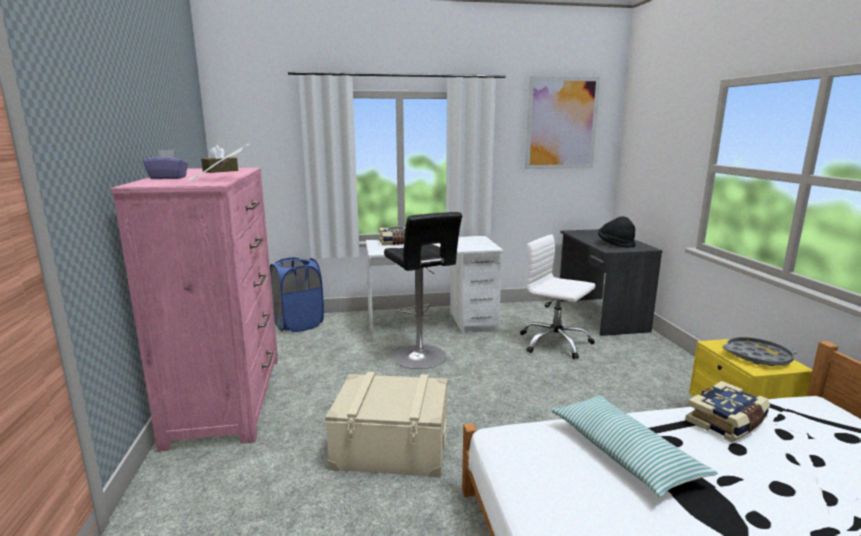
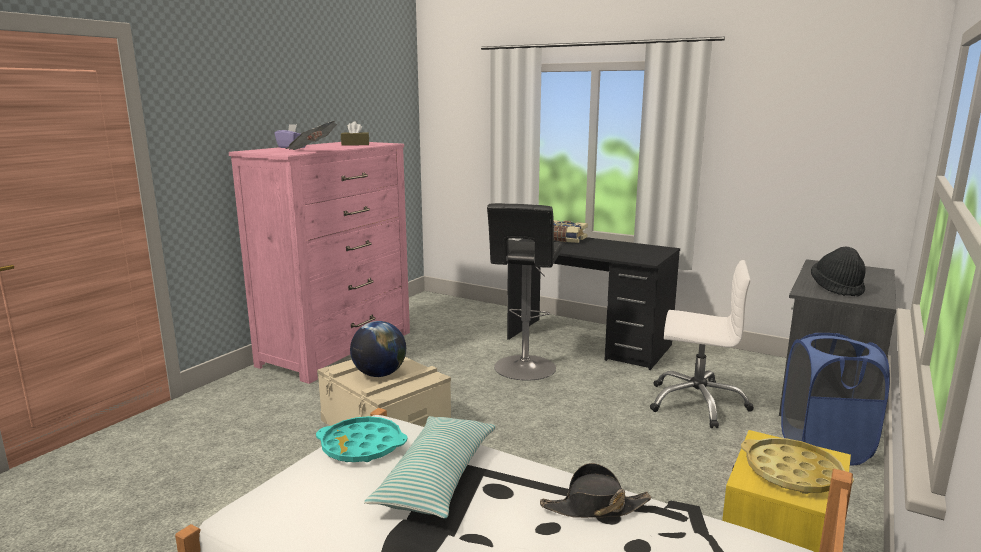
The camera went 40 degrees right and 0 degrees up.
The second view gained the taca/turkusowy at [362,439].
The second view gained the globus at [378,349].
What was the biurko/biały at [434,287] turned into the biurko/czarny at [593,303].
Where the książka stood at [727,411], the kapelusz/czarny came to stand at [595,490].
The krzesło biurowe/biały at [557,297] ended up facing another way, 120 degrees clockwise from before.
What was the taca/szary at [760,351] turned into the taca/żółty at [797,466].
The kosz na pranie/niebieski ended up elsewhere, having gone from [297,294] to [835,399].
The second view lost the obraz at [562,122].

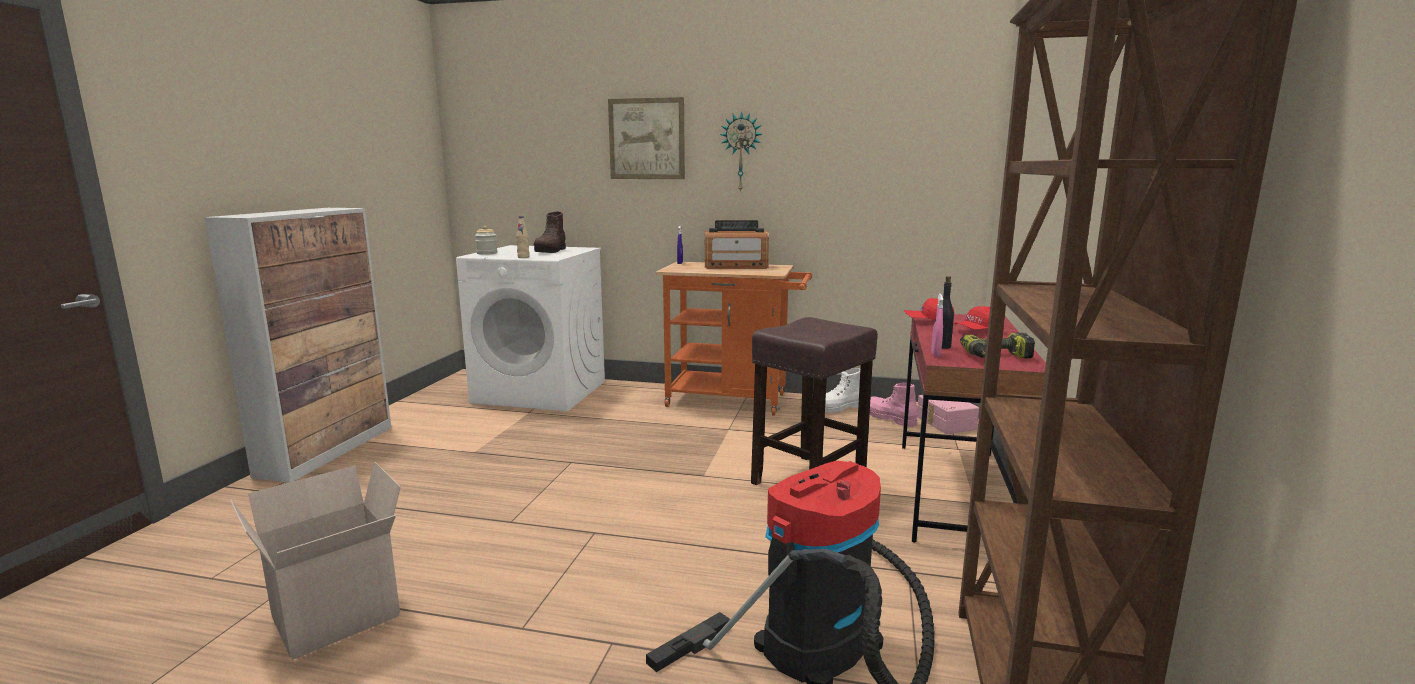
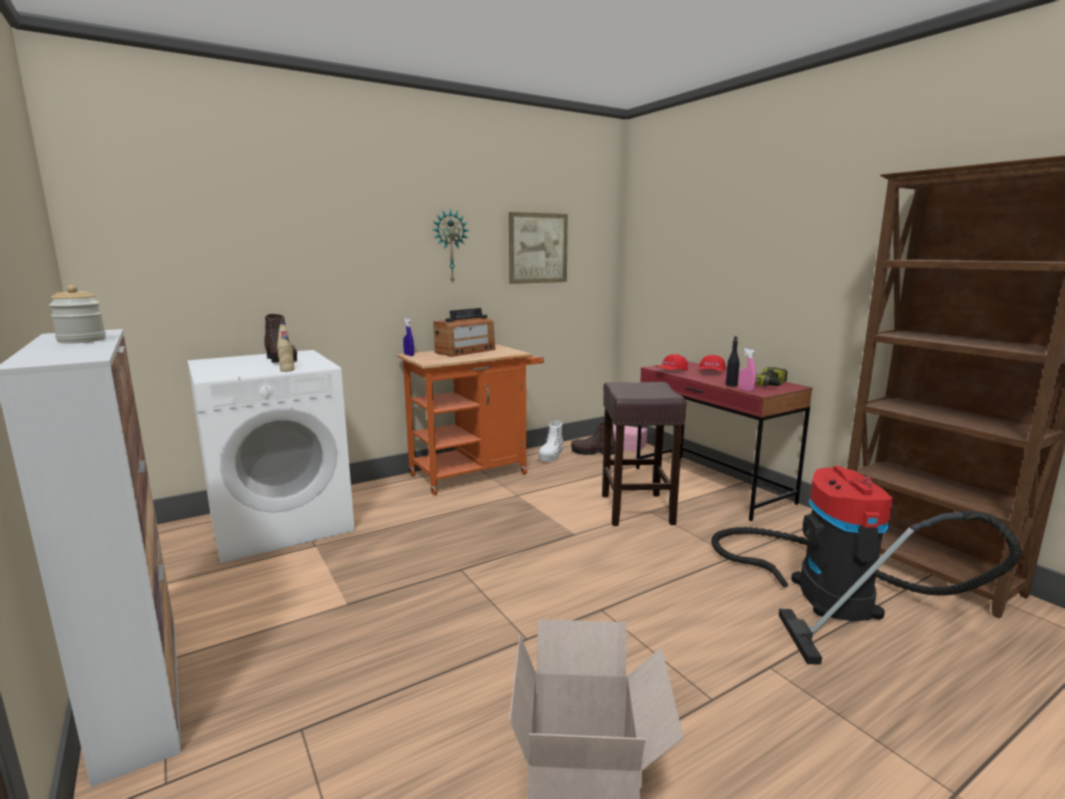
The camera went 45 degrees left and 0 degrees up.
The słoik ended up elsewhere, having gone from [486,240] to [77,314].
The obraz ended up elsewhere, having gone from [646,138] to [538,248].
What was the but z cholewką/różowy at [894,404] turned into the but z cholewką/brązowy at [593,439].

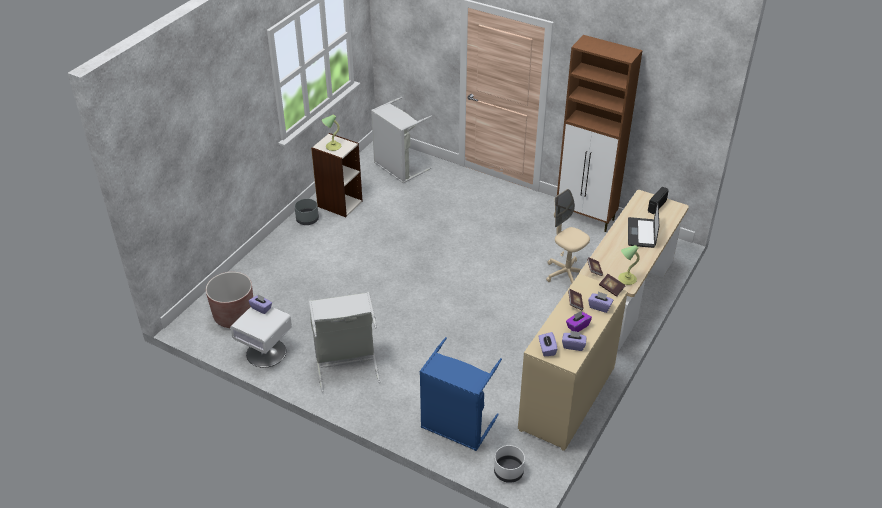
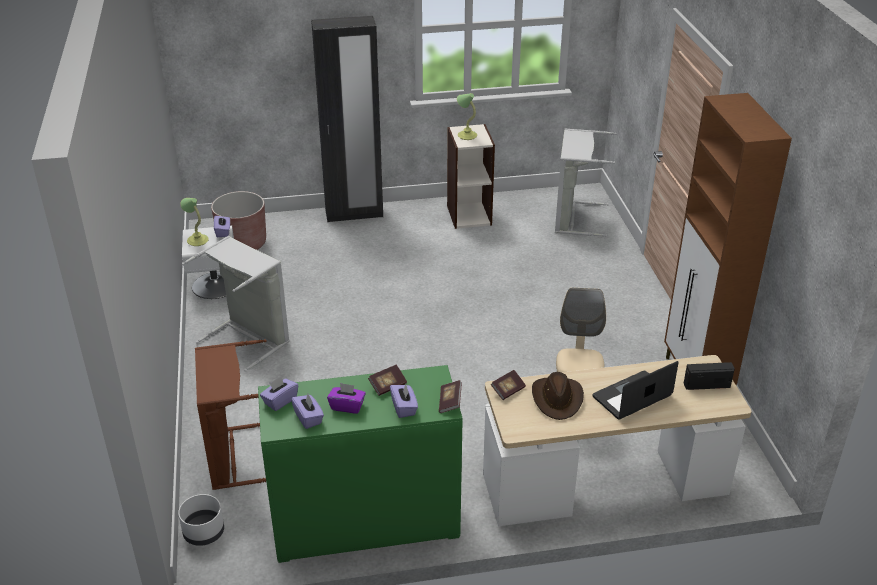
The camera went 50 degrees right and 5 degrees down.
The lampa stołowa ended up elsewhere, having gone from [629,265] to [194,222].
What was the kosz na pranie/niebieski at [461,394] turned into the kosz na pranie/brązowy at [231,414].
What was the komoda/beżowy at [573,362] turned into the komoda/zielony at [360,464].
The second view gained the szafa/czarny at [347,119].
The second view gained the kapelusz/brązowy at [558,396].
The second view lost the donica/szary at [306,212].

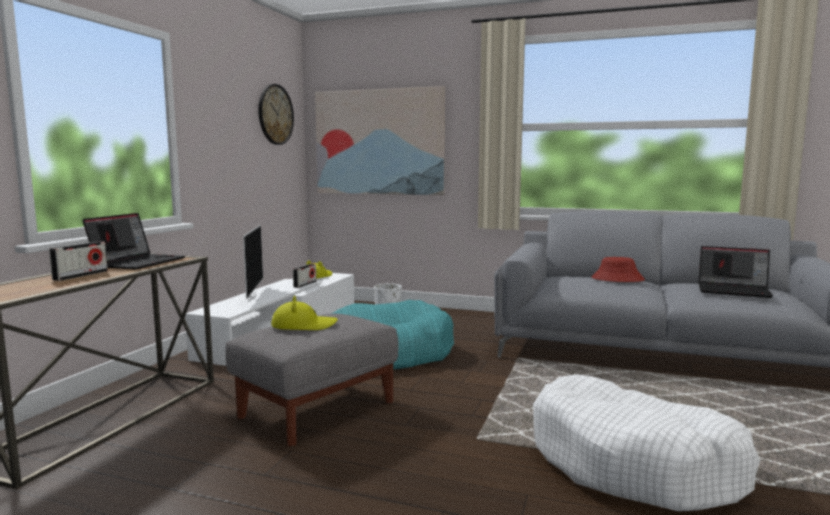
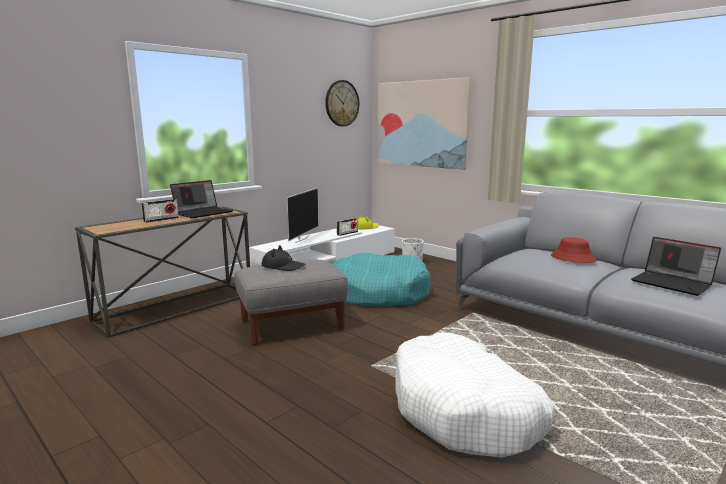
The camera went 25 degrees right and 5 degrees up.
What was the kapelusz/żółty at [304,313] turned into the kapelusz/czarny at [283,258].

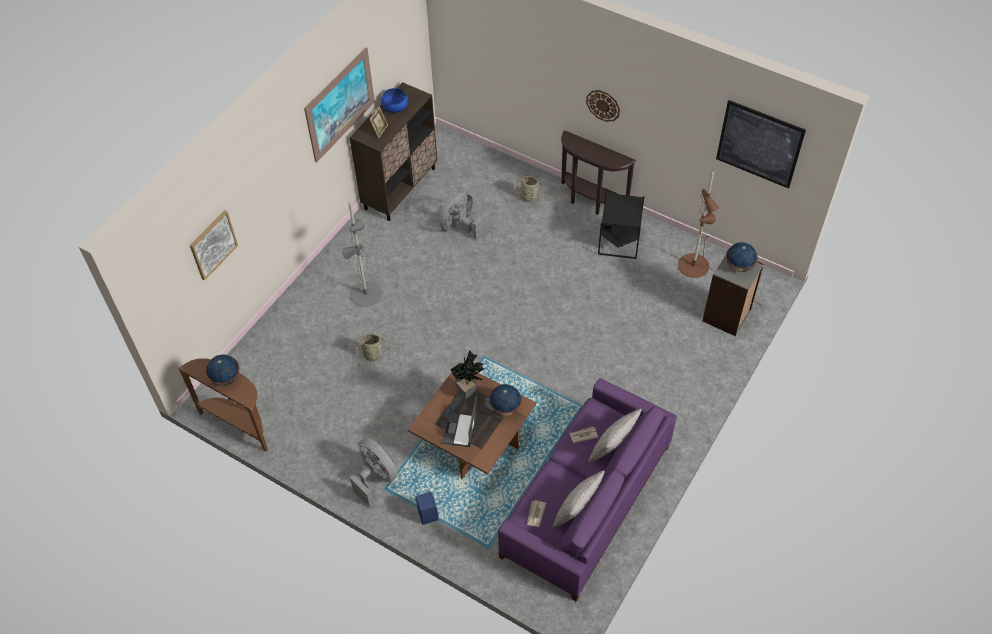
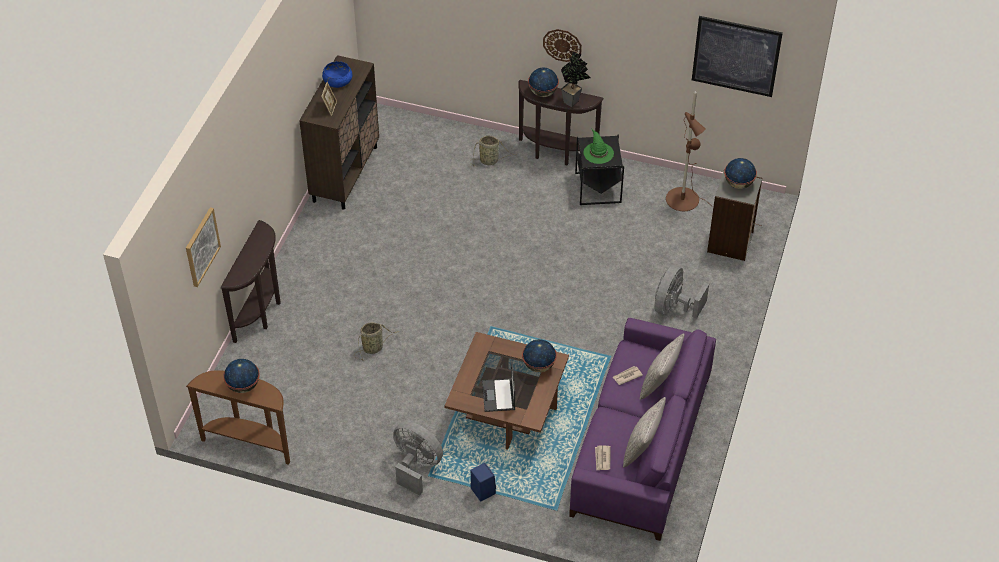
The camera went 15 degrees left and 5 degrees down.
The second view gained the stolik konsolowy/brązowy at [251,281].
The second view gained the globus at [543,82].
The roślina doniczkowa ended up elsewhere, having gone from [467,375] to [576,79].
The second view gained the kapelusz/zielony at [598,146].
The wentylator/szary ended up elsewhere, having gone from [464,215] to [681,292].
The second view lost the obraz at [339,105].
The second view lost the lampa stojąca/szary at [362,254].

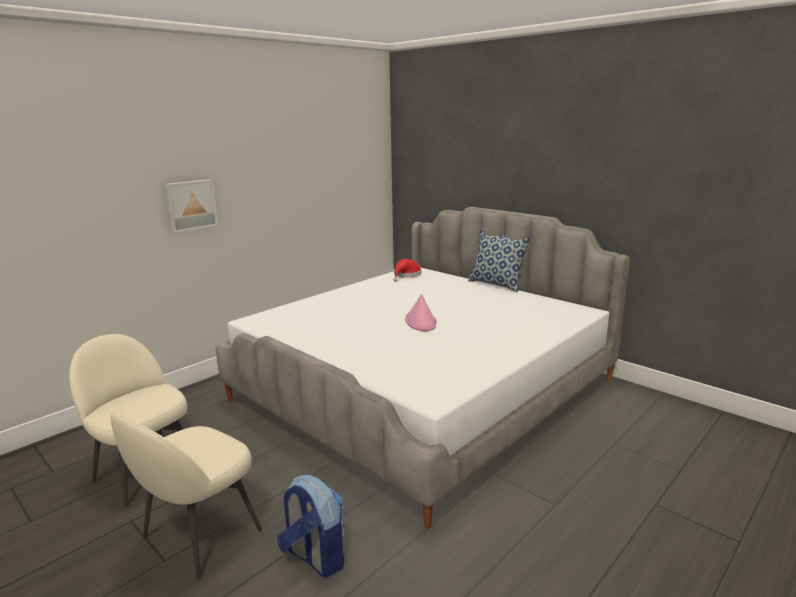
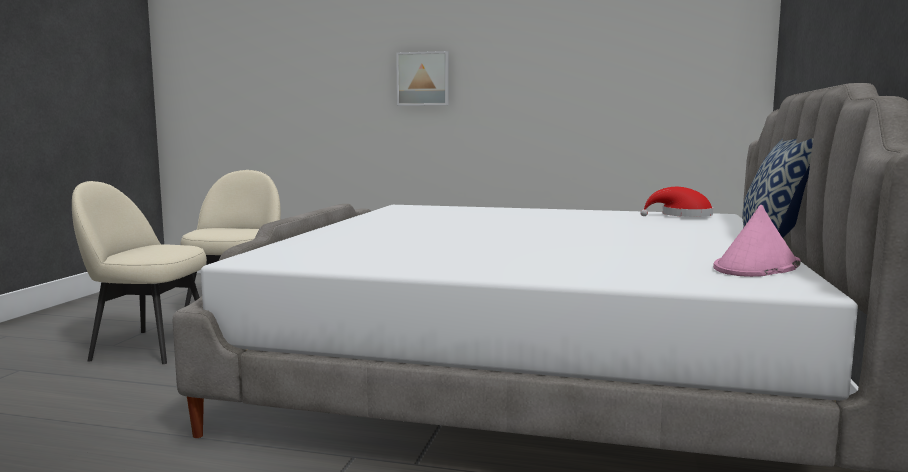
The camera went 60 degrees right and 10 degrees down.
The kapelusz/różowy ended up elsewhere, having gone from [421,312] to [757,241].
The second view lost the plecak at [310,526].

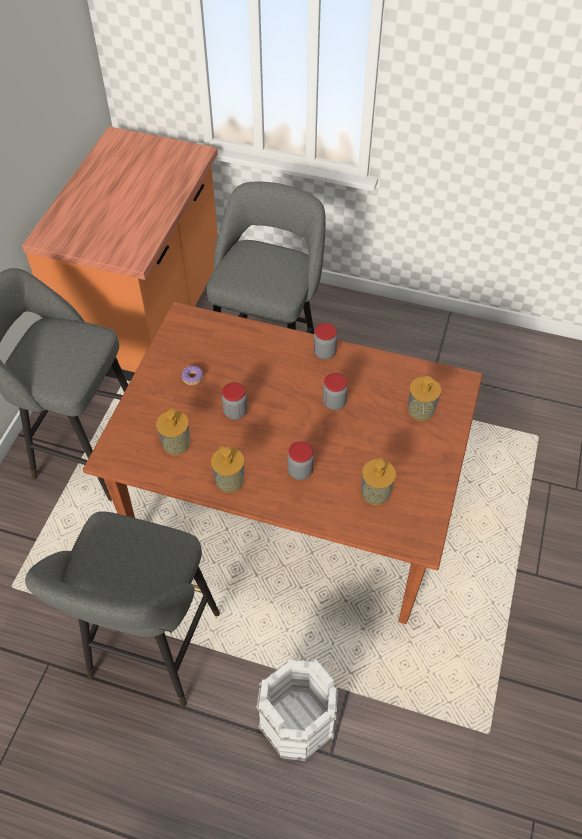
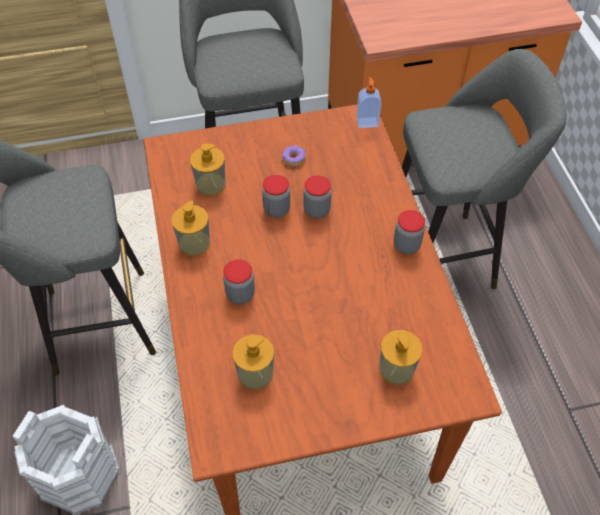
The camera went 60 degrees right and 0 degrees up.
The słoik ended up elsewhere, having gone from [335,391] to [318,196].
The second view gained the dozownik mydła at [369,102].

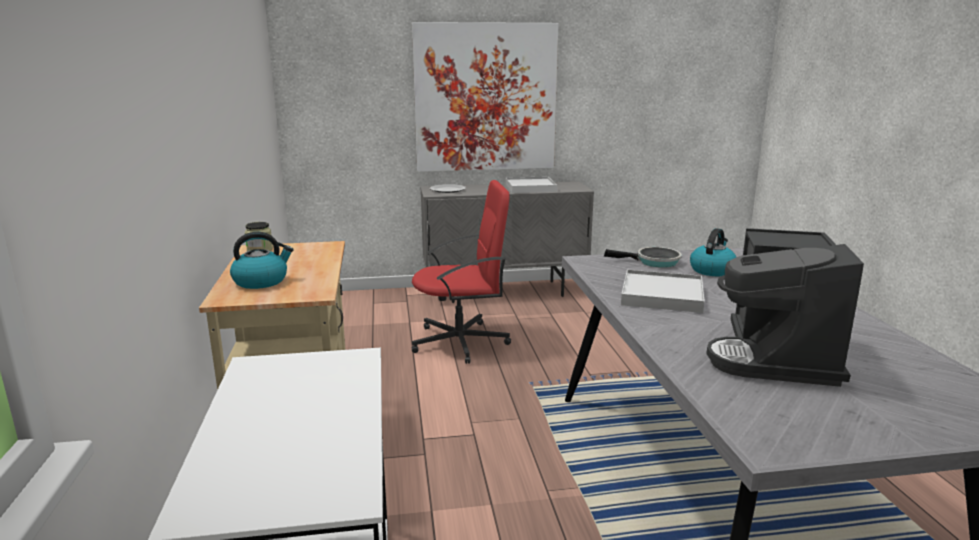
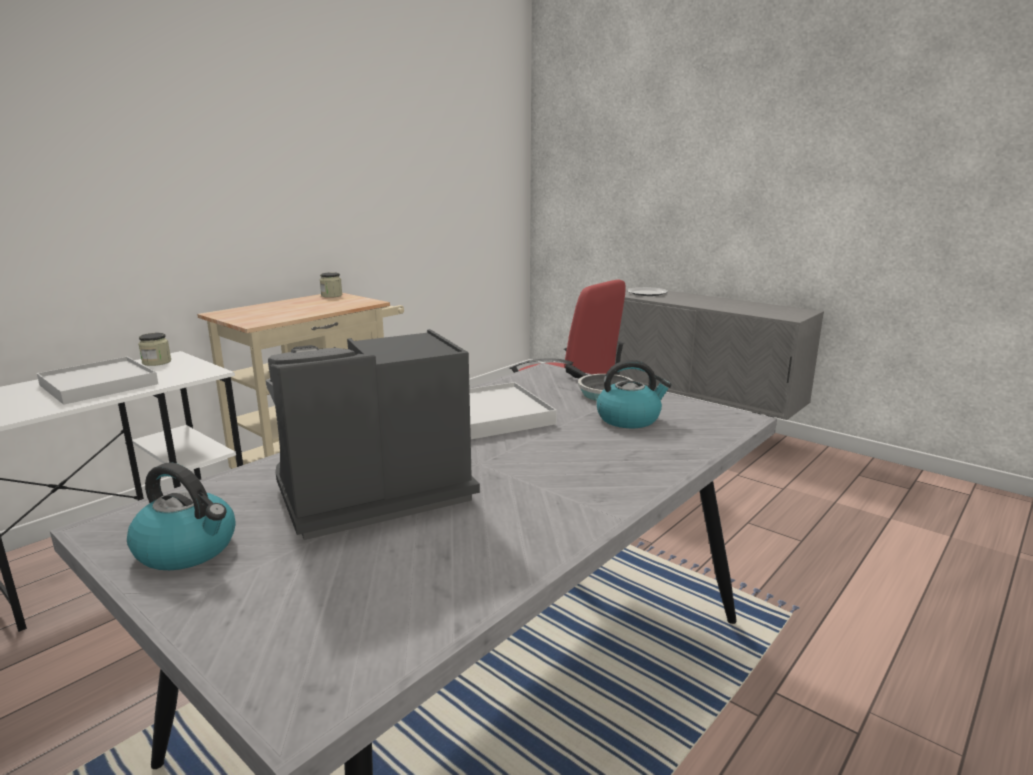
The camera went 50 degrees right and 0 degrees up.
The taca/biały ended up elsewhere, having gone from [531,184] to [97,381].
The czajnik ended up elsewhere, having gone from [261,260] to [181,516].
The second view gained the słoik at [154,349].
The second view lost the obraz at [485,97].

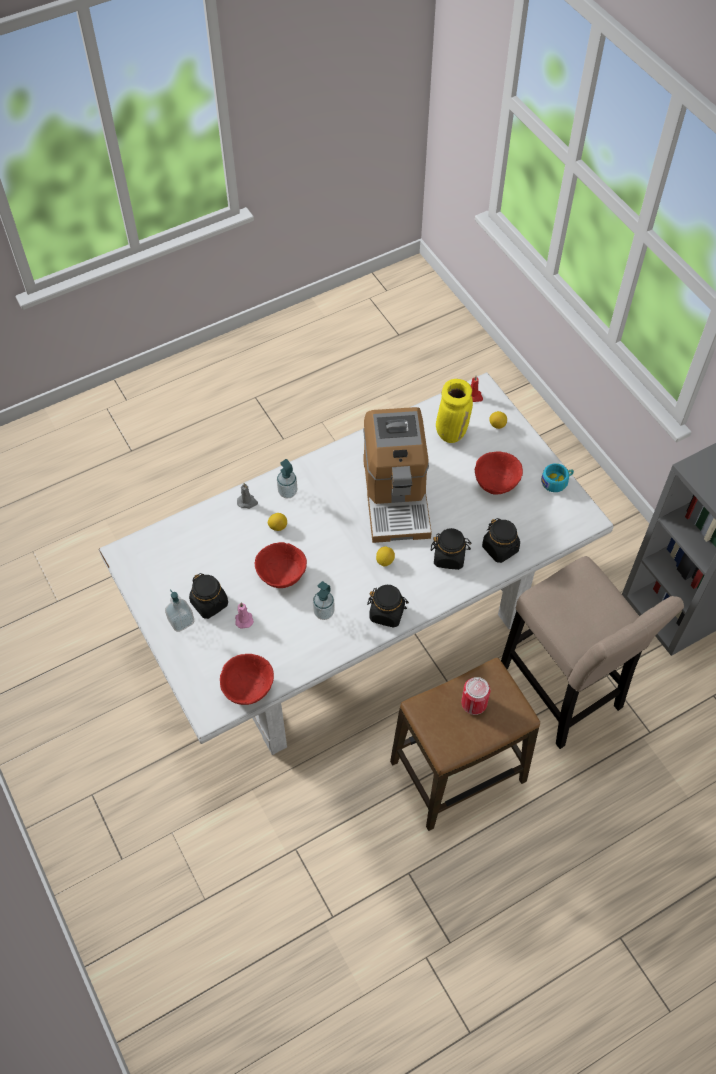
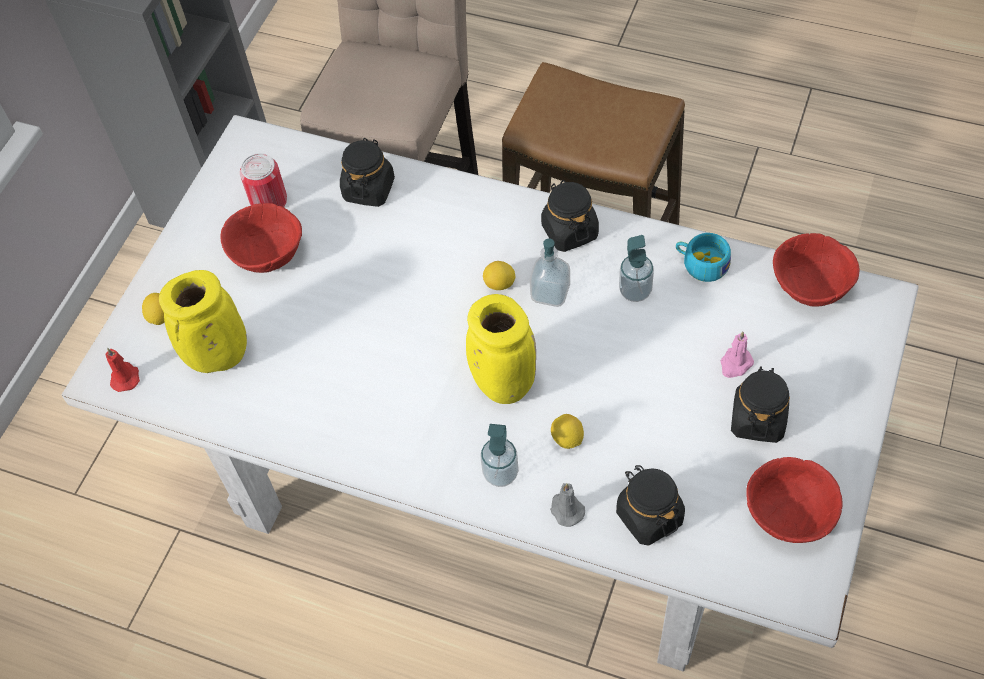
The camera went 125 degrees left and 0 degrees up.
The puszka ended up elsewhere, having gone from [475,696] to [263,180].
The second view gained the wazon/żółty at [501,349].
The dozownik mydła ended up elsewhere, having gone from [179,610] to [550,273].
The słoik/czarny ended up elsewhere, having gone from [451,549] to [650,505].
The filiżanka/turkusowy ended up elsewhere, having gone from [557,477] to [703,257].
The miska/czerwony ended up elsewhere, having gone from [281,565] to [794,500].
The second view lost the ekspres do kawy at [397,475].

